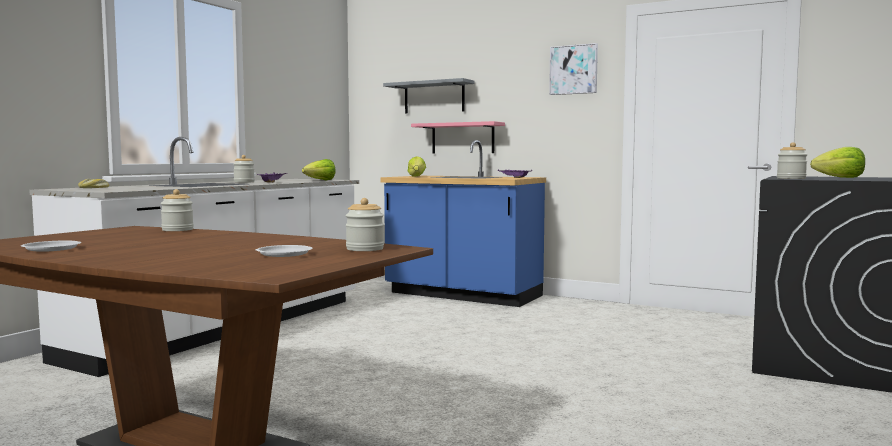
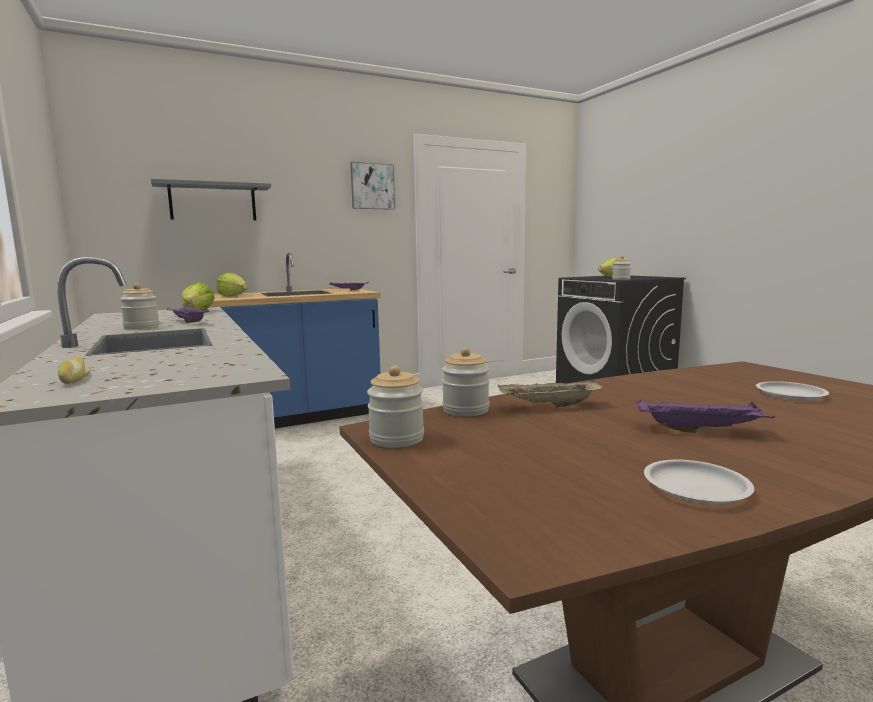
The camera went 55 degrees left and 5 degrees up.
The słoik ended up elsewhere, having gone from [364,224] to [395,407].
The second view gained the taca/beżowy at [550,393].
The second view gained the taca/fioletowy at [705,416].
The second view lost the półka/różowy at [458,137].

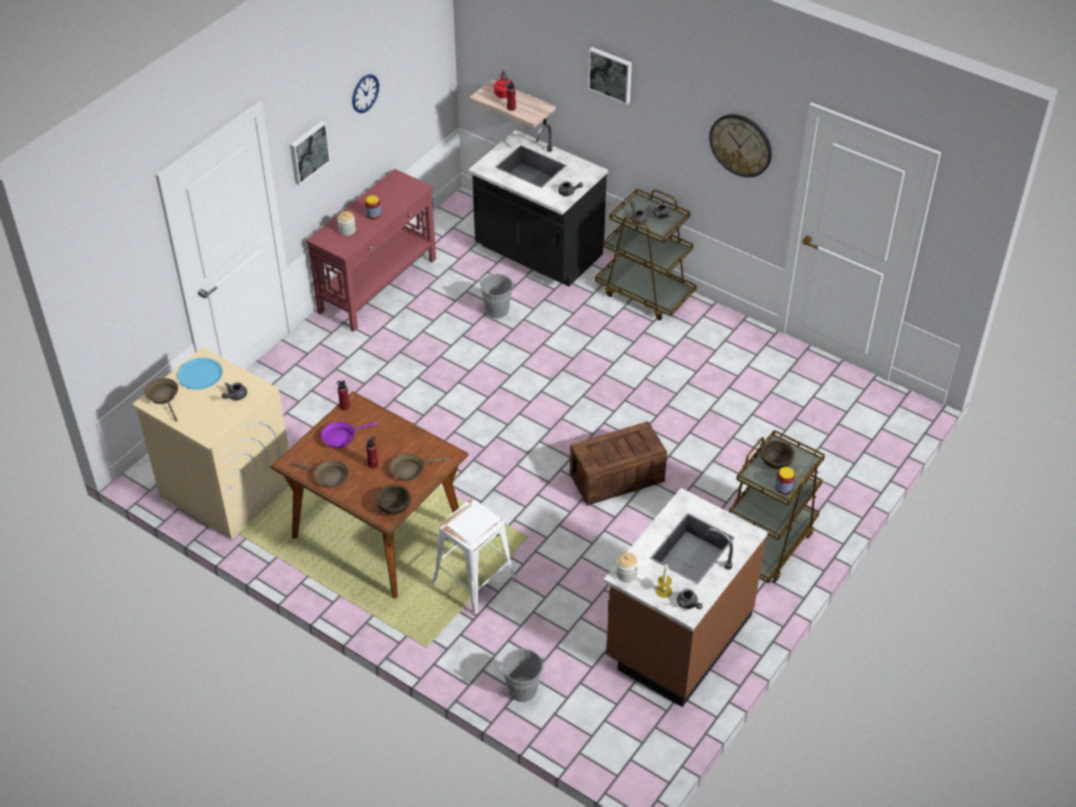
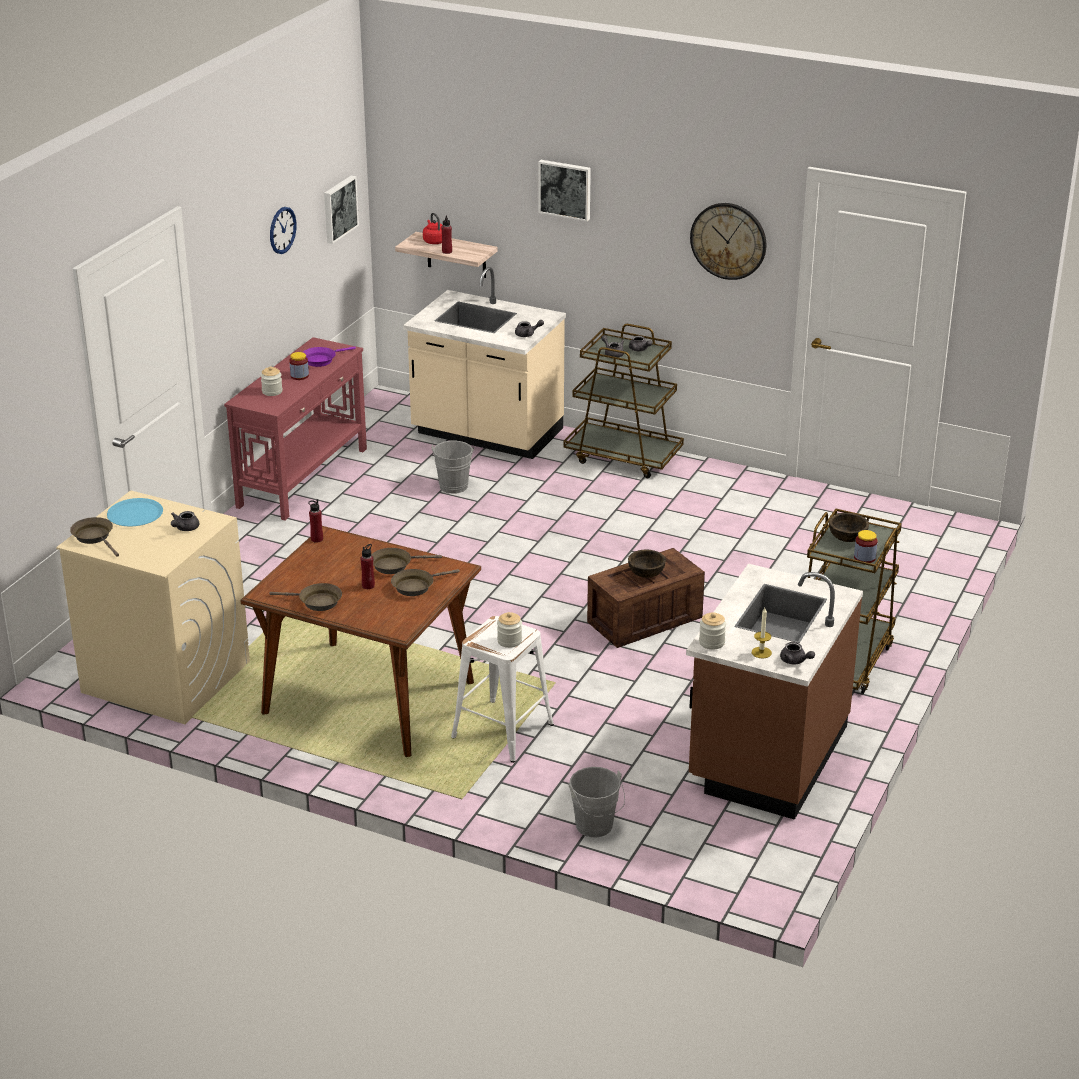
The camera went 10 degrees left and 15 degrees down.
The patelnia/fioletowy ended up elsewhere, having gone from [349,435] to [329,356].
The obraz ended up elsewhere, having gone from [310,153] to [341,210].
The second view gained the patelnia/brązowy at [406,561].
What was the zabudowa kuchenna/czarny at [538,205] turned into the zabudowa kuchenna/beżowy at [484,363].
The second view gained the słoik at [509,630].
The miska/brązowy ended up elsewhere, having gone from [393,500] to [647,564].

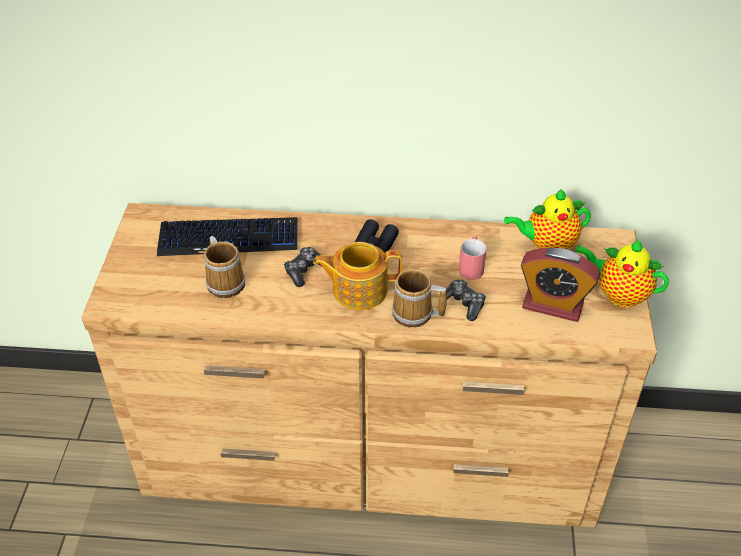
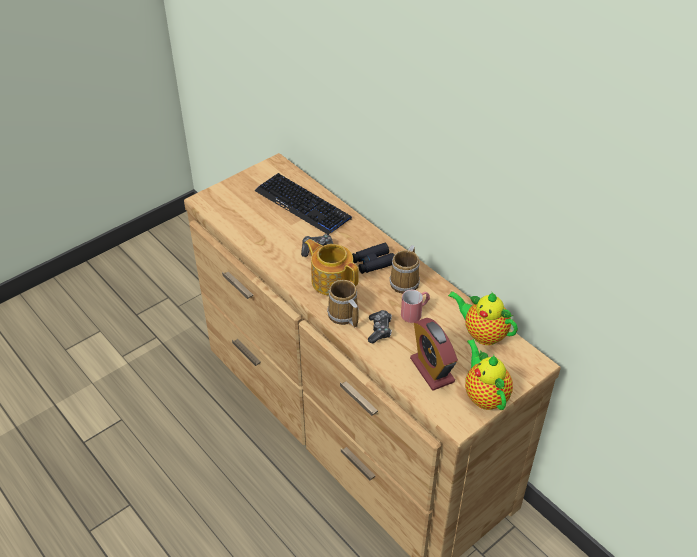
The camera went 45 degrees right and 0 degrees up.
The kubek ended up elsewhere, having gone from [224,267] to [405,269].

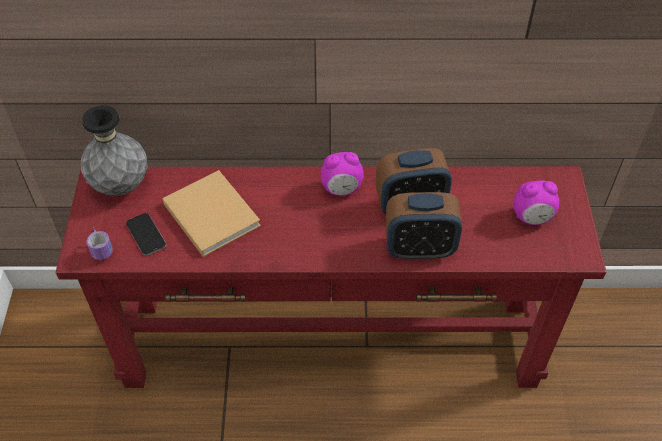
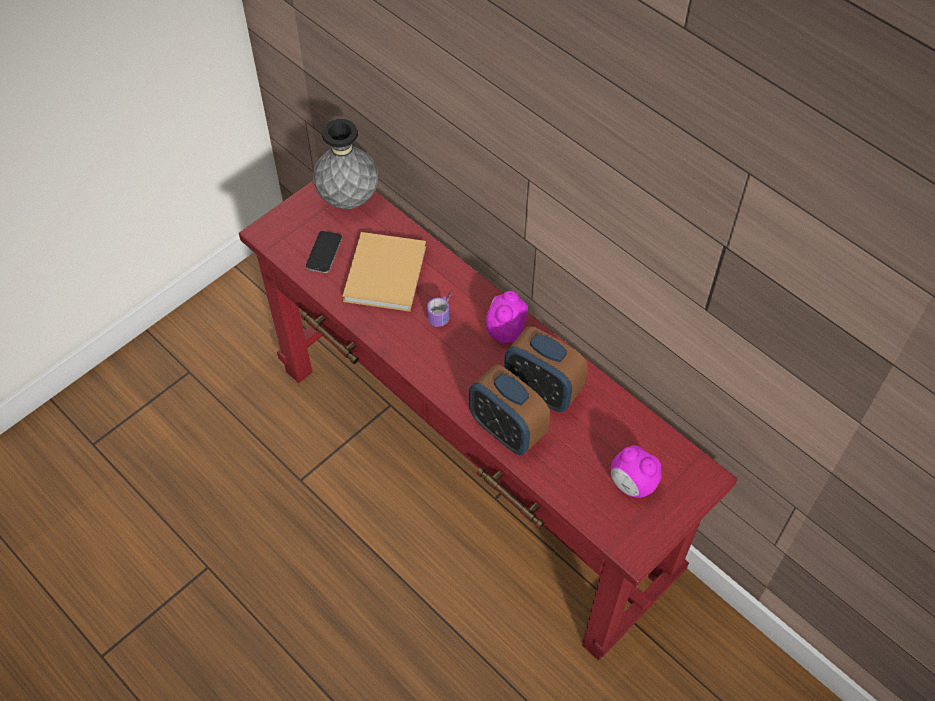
The camera went 45 degrees right and 5 degrees up.
The kubek ended up elsewhere, having gone from [99,243] to [439,309].
The budzik at [342,174] ended up facing another way, 75 degrees clockwise from before.

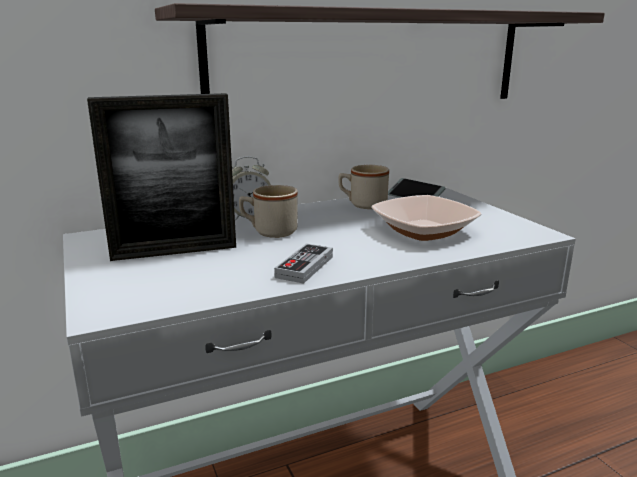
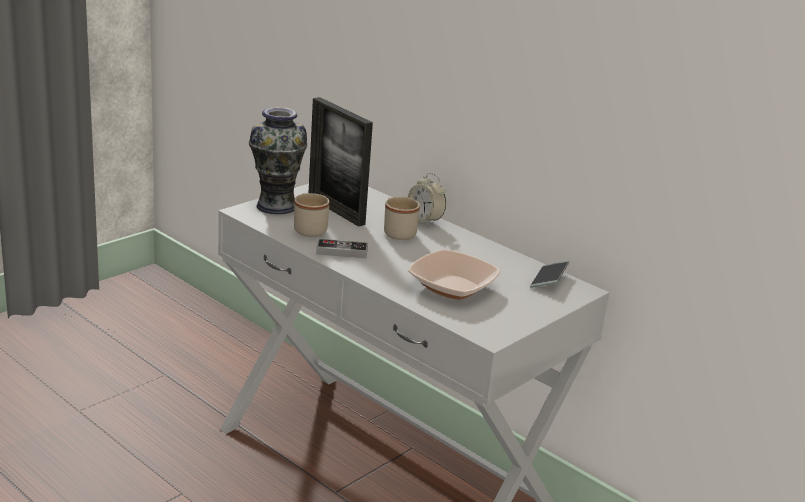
The camera went 65 degrees right and 5 degrees up.
The second view gained the wazon at [278,160].
The kubek/beżowy ended up elsewhere, having gone from [363,187] to [311,215].
The second view lost the półka at [380,51].

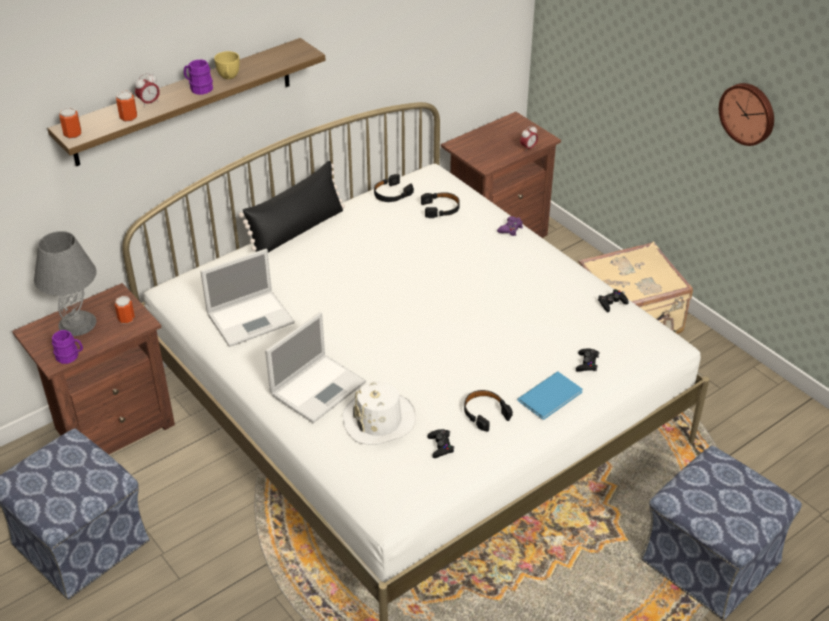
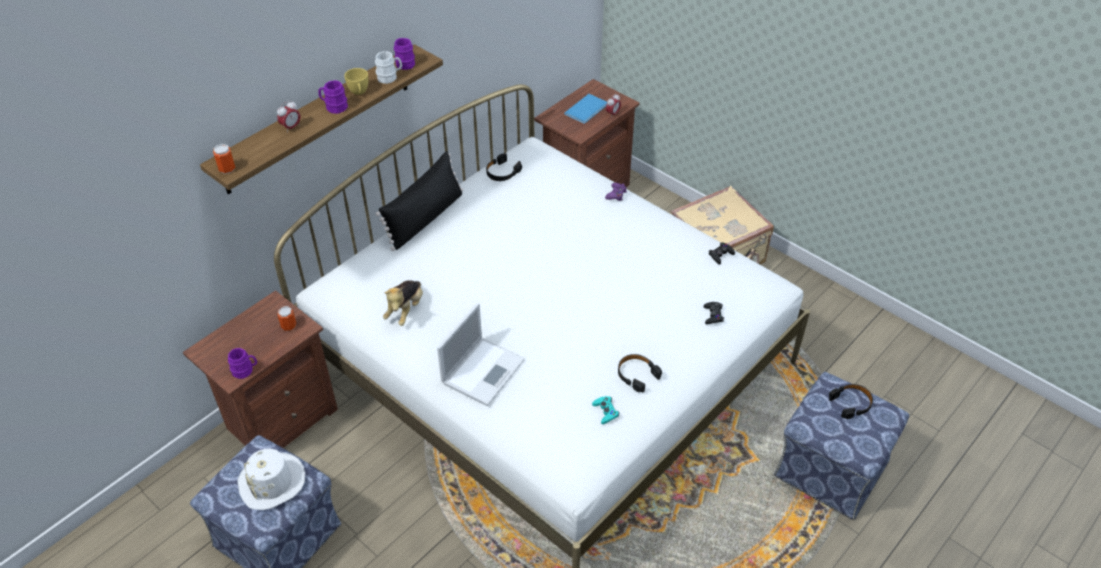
The camera went 10 degrees left and 5 degrees up.
The kapelusz/biały ended up elsewhere, having gone from [379,413] to [271,479].
The second view gained the kubek/biały at [388,67].
Where the laptop stood at [247,298], the pluszak came to stand at [403,303].
The second view gained the kubek/fioletowy at [404,54].
The książka/niebieski ended up elsewhere, having gone from [550,396] to [585,109].
What was the pad do gier/czarny at [441,443] turned into the pad do gier/turkusowy at [605,410].
The słuchawki/czarny ended up elsewhere, having gone from [440,205] to [851,401].
The second view lost the lampa stołowa/szary at [65,283].
The second view lost the puszka at [126,106].
The second view lost the zegar ścienny at [746,114].

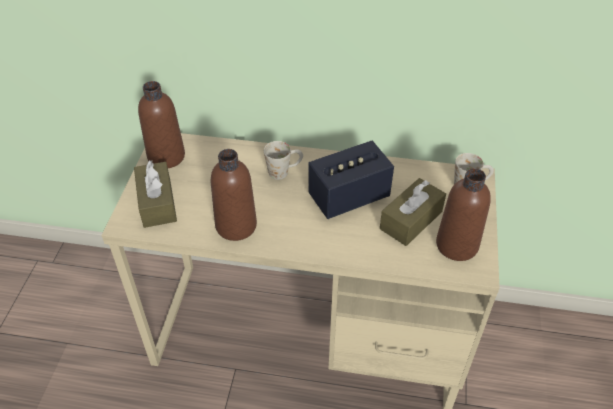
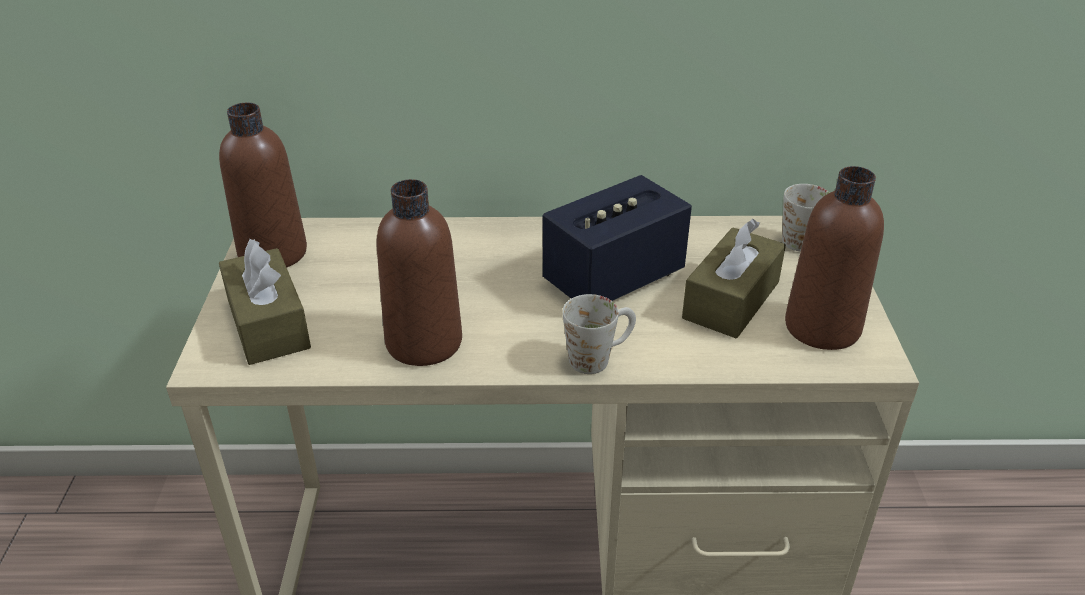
The camera went 10 degrees left and 10 degrees down.
The kubek/biały ended up elsewhere, having gone from [283,160] to [599,334].

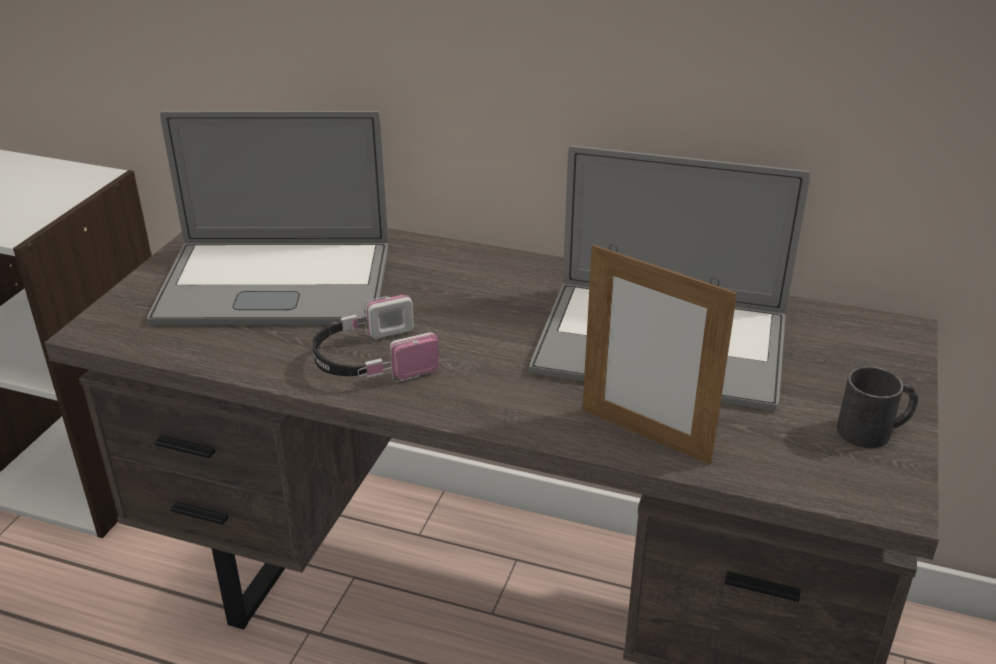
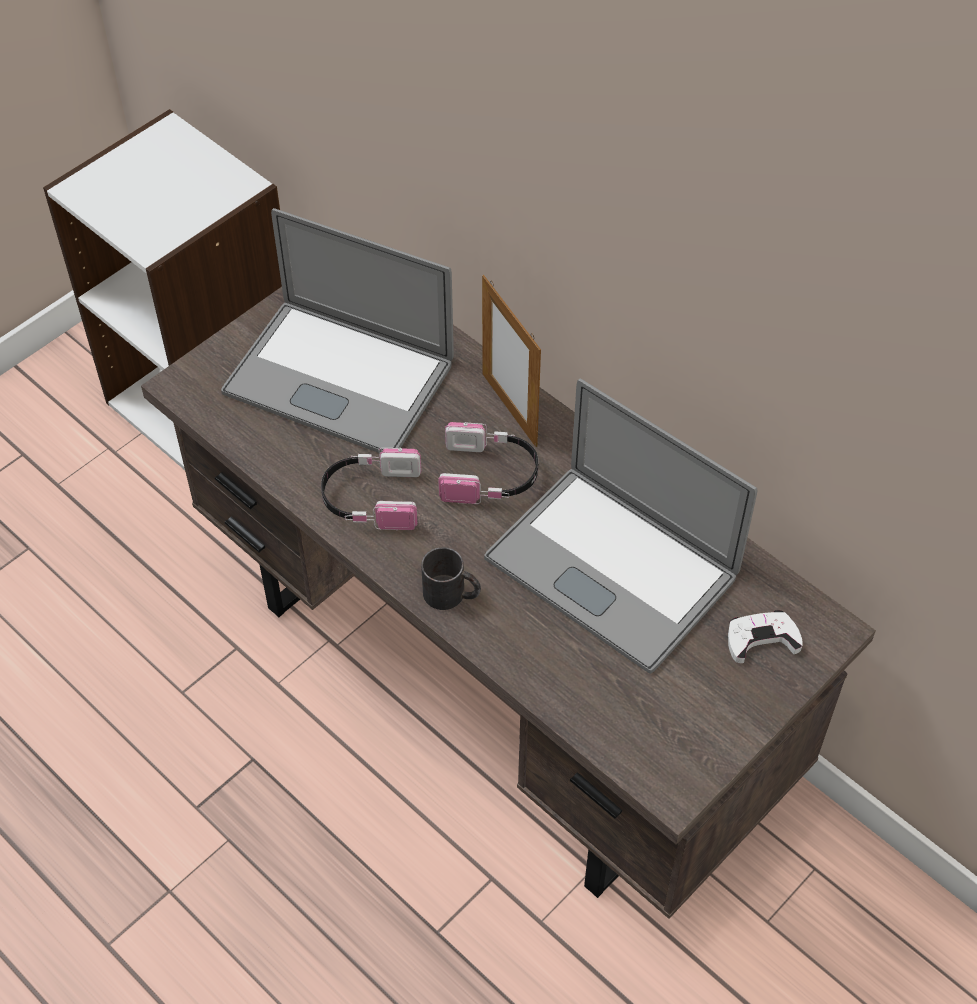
The camera went 25 degrees right and 20 degrees up.
The kubek/czarny ended up elsewhere, having gone from [877,407] to [451,578].
The second view gained the słuchawki at [488,463].
The ramka na zdjęcie ended up elsewhere, having gone from [659,354] to [511,361].
The second view gained the pad do gier/biały at [765,636].

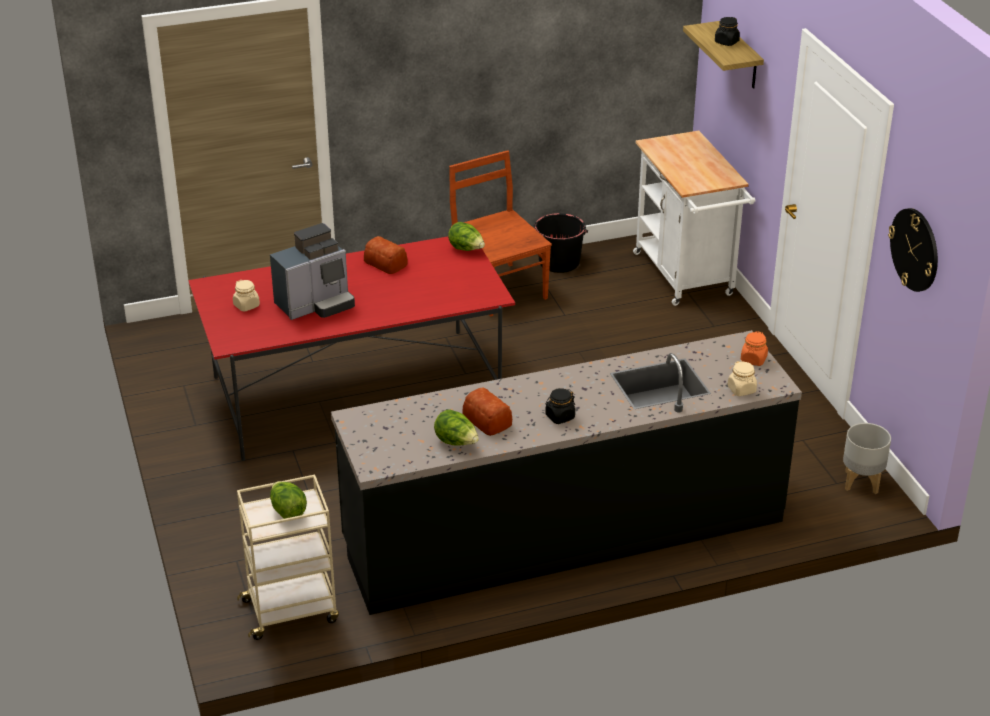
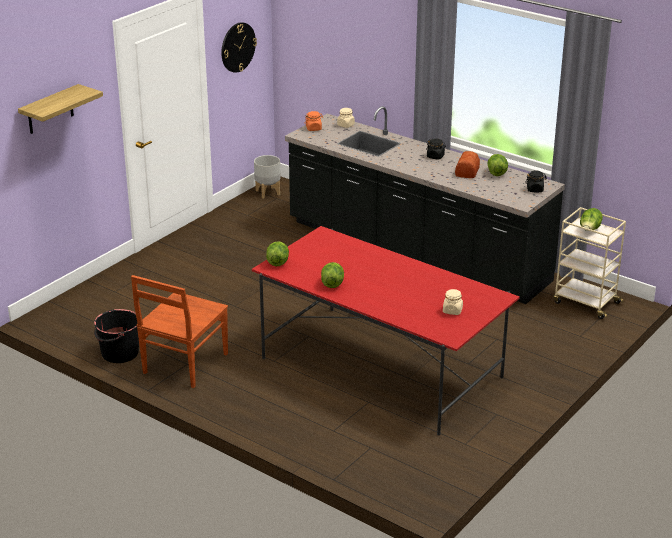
The camera went 125 degrees left and 5 degrees down.
Where the chleb stood at [385,255], the sałata came to stand at [332,275].
The słoik/czarny ended up elsewhere, having gone from [727,31] to [536,181].
The second view lost the ekspres do kawy at [312,271].
The second view lost the wózek/biały at [694,218].

